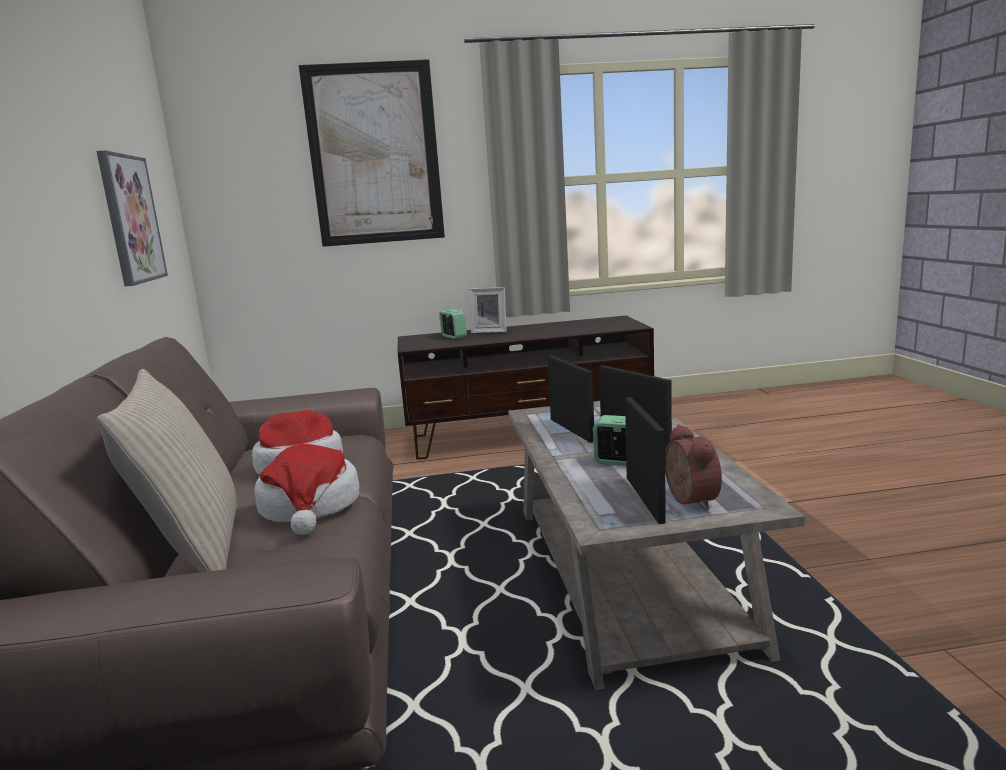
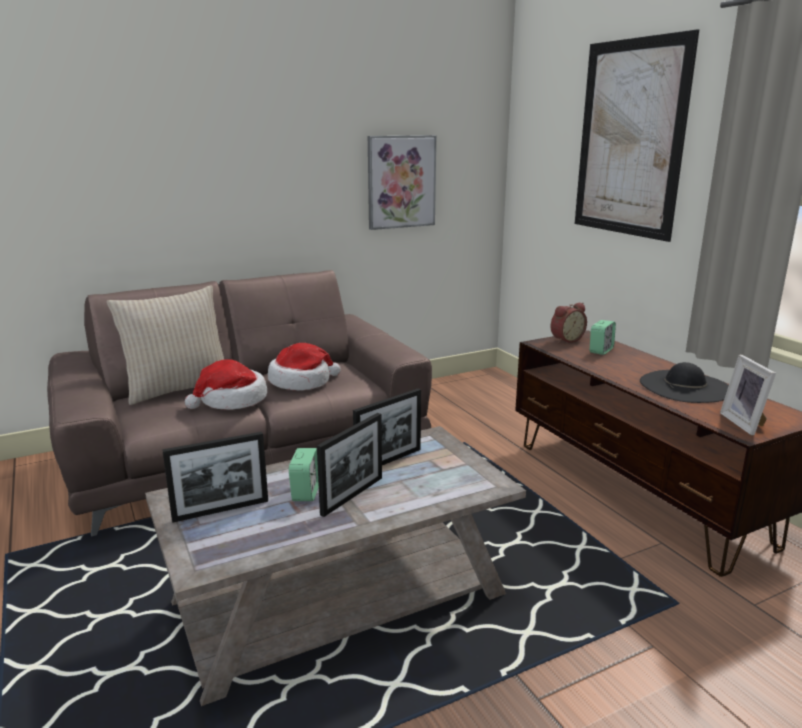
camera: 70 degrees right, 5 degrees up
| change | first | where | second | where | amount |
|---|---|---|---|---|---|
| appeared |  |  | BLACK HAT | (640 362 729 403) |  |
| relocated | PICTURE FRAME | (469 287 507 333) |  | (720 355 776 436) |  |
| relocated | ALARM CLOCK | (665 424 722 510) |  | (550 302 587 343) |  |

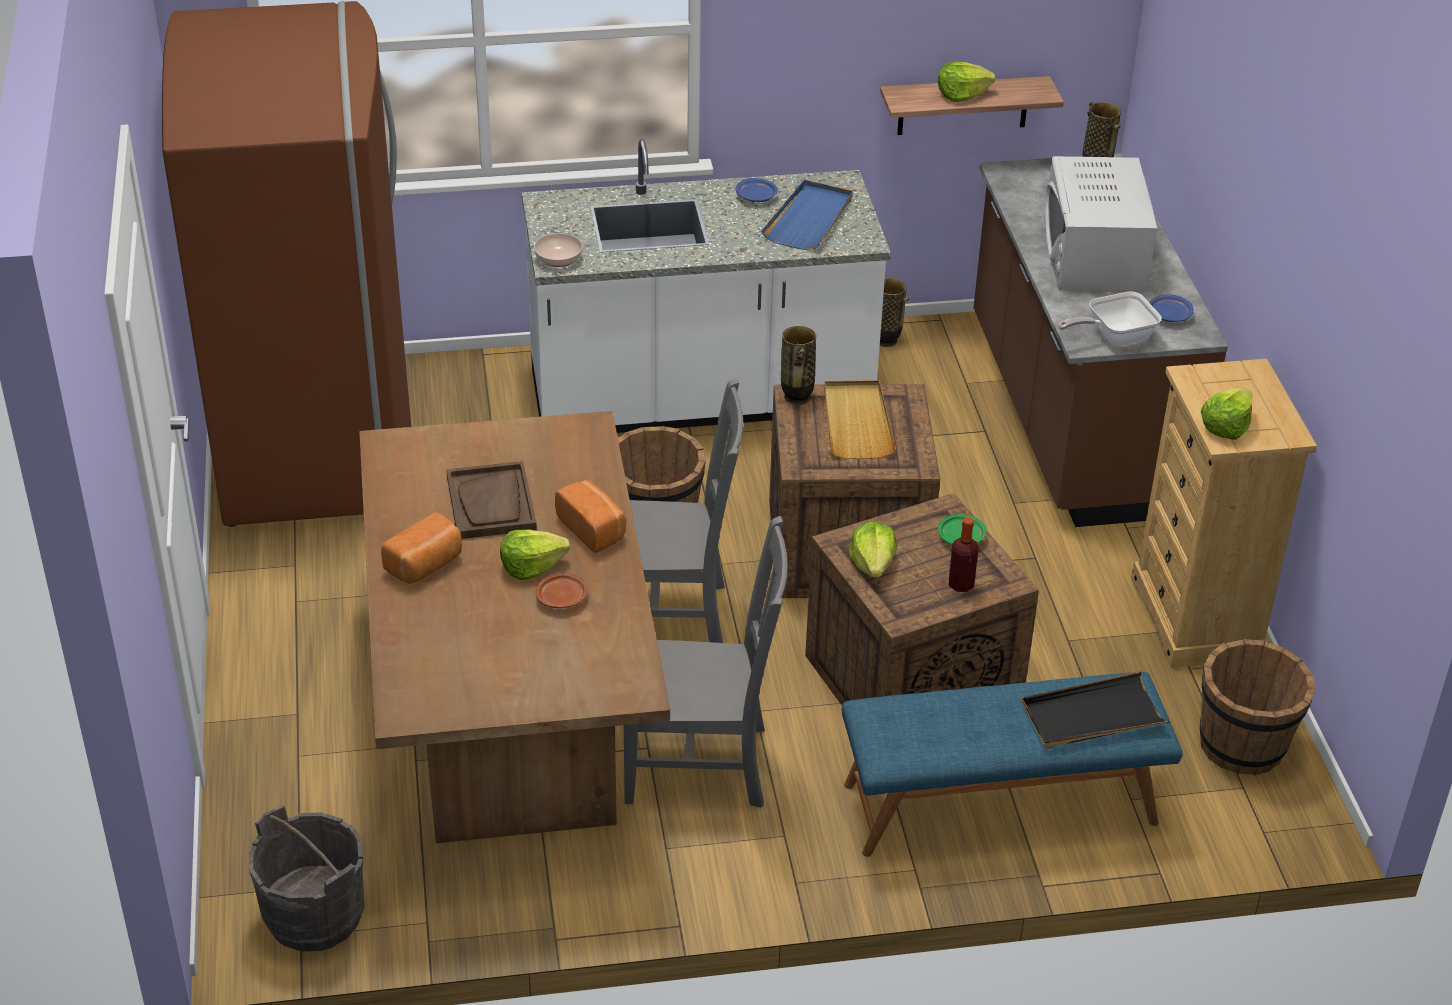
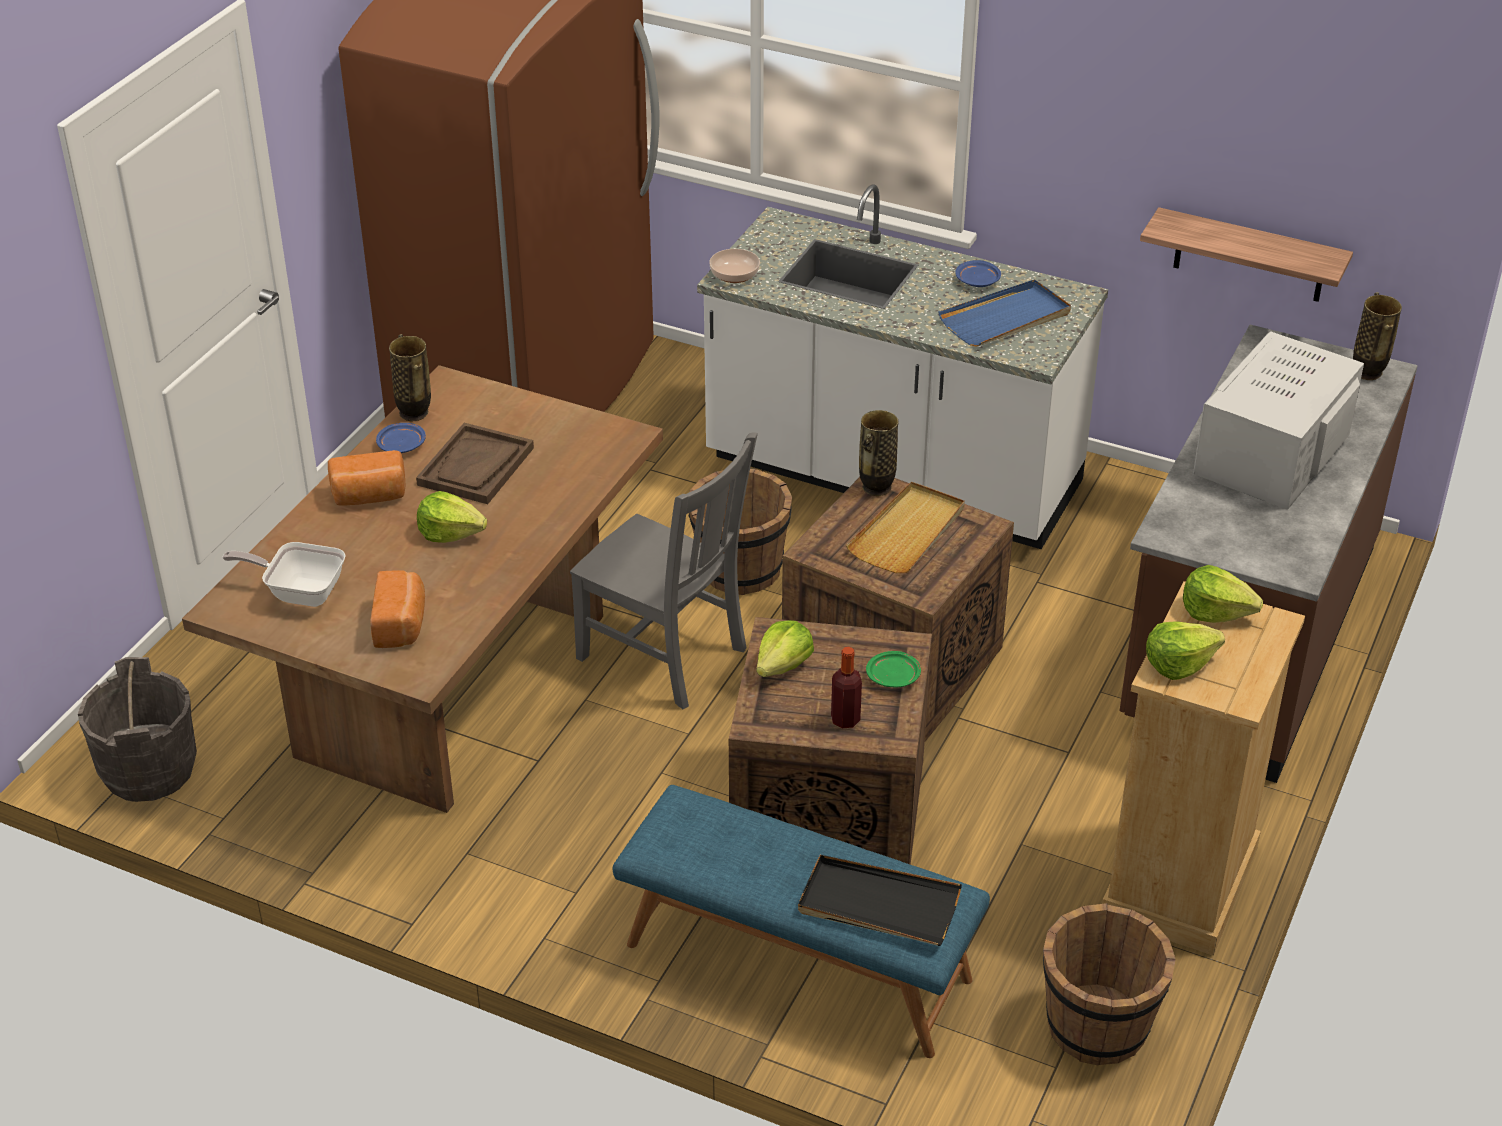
camera: 35 degrees right, 0 degrees up
| change | first | where | second | where | amount |
|---|---|---|---|---|---|
| missing | BROWN PLATE | (535 573 588 608) |  |  |  |
| missing | GREY CHAIR | (624 516 788 808) |  |  |  |
| relocated | BREAD | (555 480 626 553) |  | (370 570 425 648) |  |
| relocated | VASE | (880 278 909 347) |  | (389 334 431 421) |  |
| relocated | LETTUCE | (938 62 995 102) |  | (1183 565 1263 623) |  |
| relocated | FRYING PAN | (1058 291 1162 346) |  | (222 542 346 607) |  |
| relocated | BLUE PLATE | (1149 295 1194 322) |  | (376 423 426 453) |  |

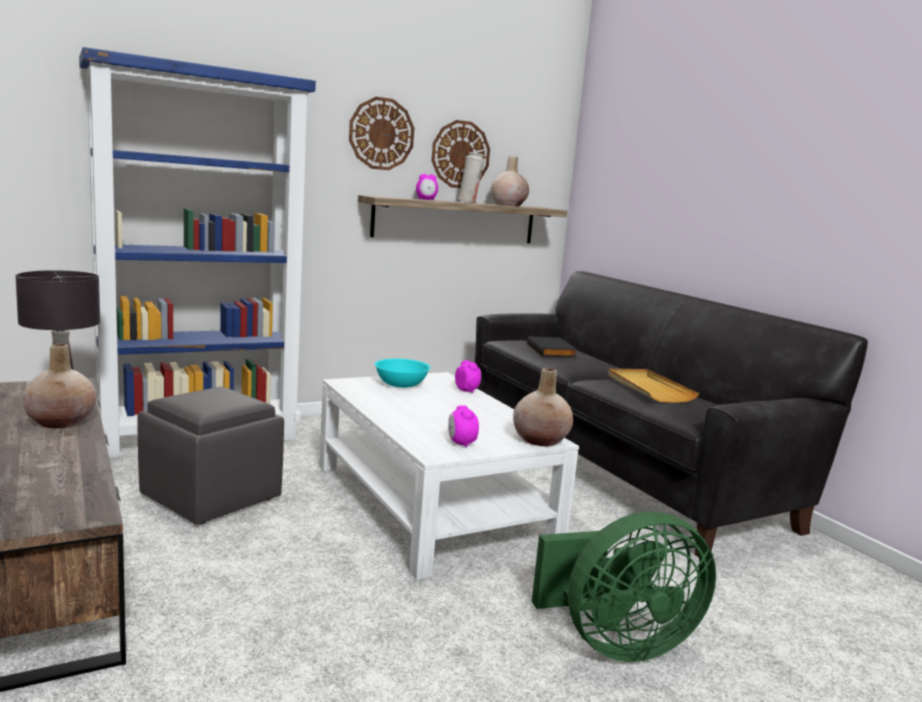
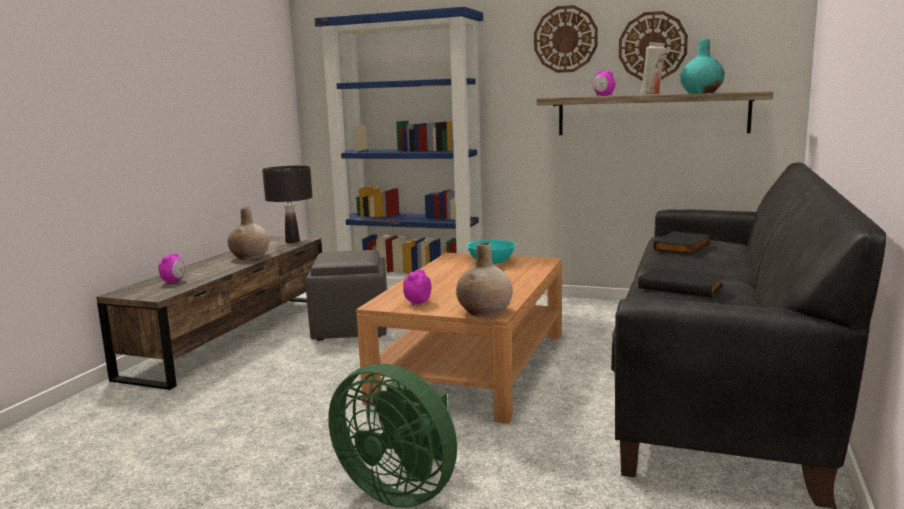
camera: 50 degrees right, 0 degrees up
| change | first | where | second | where | amount |
|---|---|---|---|---|---|
| relocated | ALARM CLOCK | (455 360 481 393) |  | (158 254 185 284) |  |
| exchanged | BEIGE TRAY | (608 369 699 403) | BLACK BOOK | (638 267 724 298) |  |
| colour | WHITE COFFEE TABLE | (320 372 579 580) | BROWN COFFEE TABLE | (356 253 562 424) |  |
| colour | BEIGE VASE | (490 156 529 207) | TURQUOISE VASE | (680 39 725 94) |  |

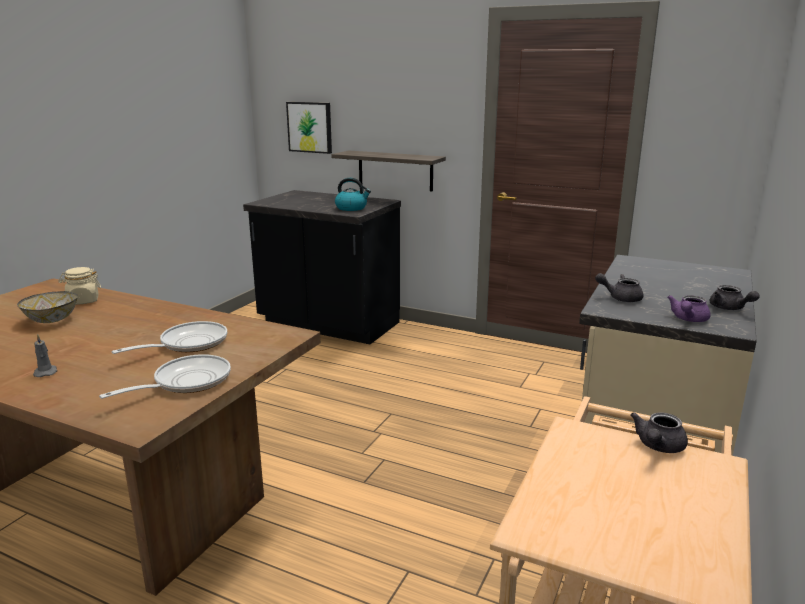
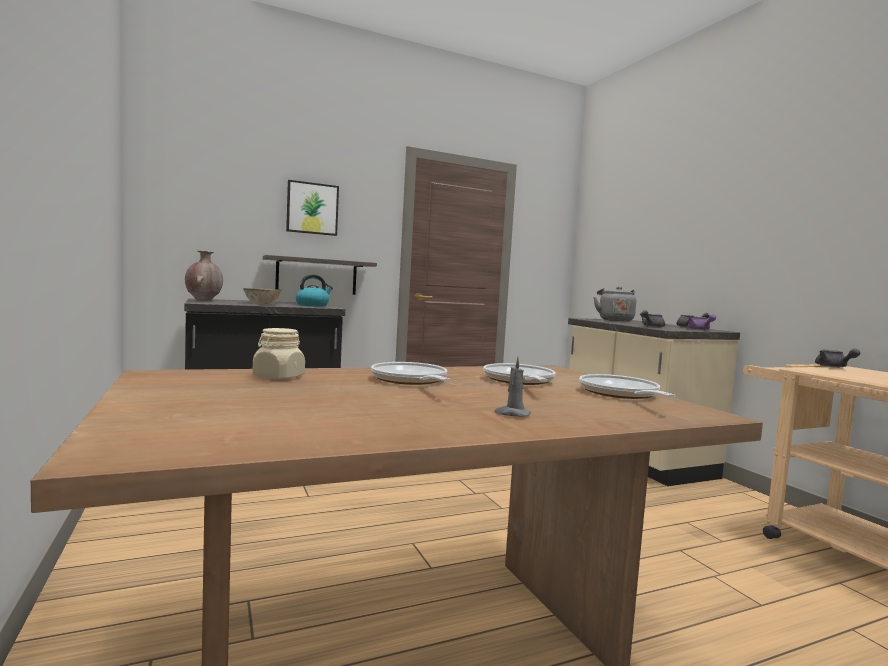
camera: 50 degrees left, 15 degrees down
| change | first | where | second | where | amount |
|---|---|---|---|---|---|
| appeared |  |  | BROWN VASE | (185 251 223 301) |  |
| appeared |  |  | FRYING PAN | (371 362 450 385) |  |
| appeared |  |  | GREY KETTLE | (593 287 636 321) |  |
| relocated | BOWL | (17 291 78 323) |  | (243 288 282 304) |  |
| relocated | PICTURE | (286 102 332 154) |  | (286 180 339 236) |  |

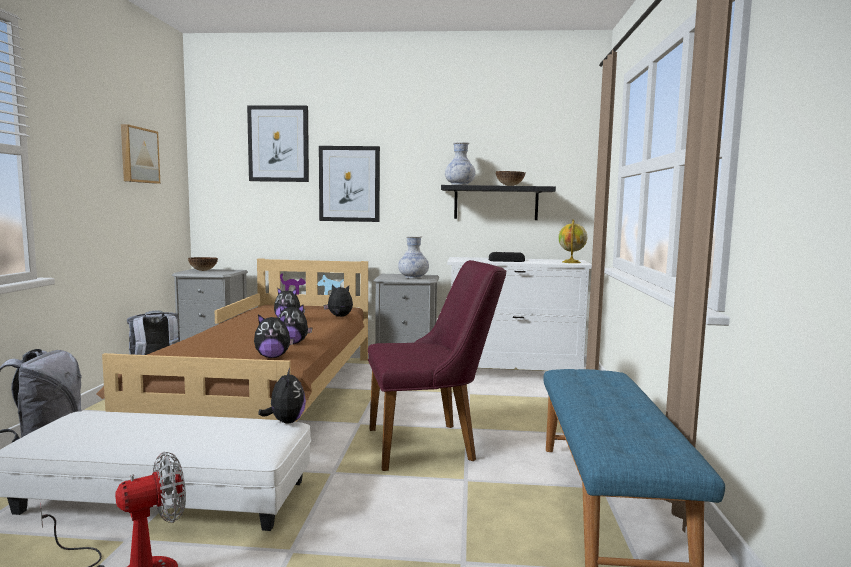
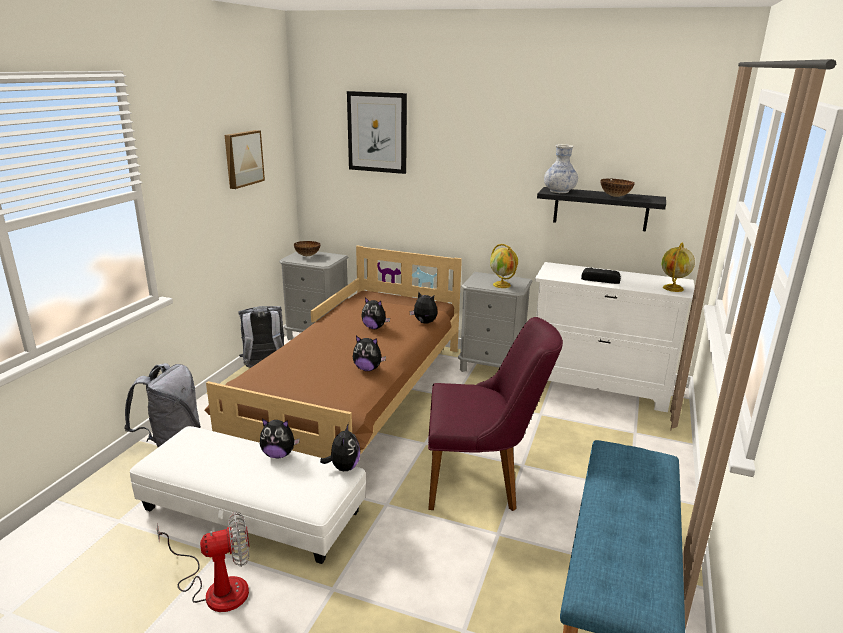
camera: 15 degrees right, 15 degrees up
| change | first | where | second | where | amount |
|---|---|---|---|---|---|
| missing | PICTURE | (319 146 380 222) |  |  |  |
| relocated | PLUSH TOY | (254 314 294 358) |  | (260 419 300 458) |  |
| exchanged | VASE | (398 236 429 279) | GLOBE | (490 244 518 288) |  |

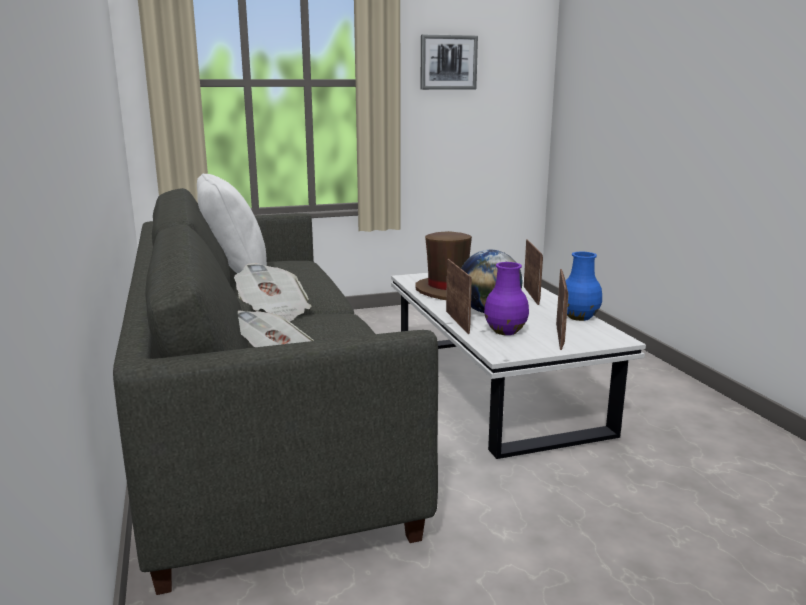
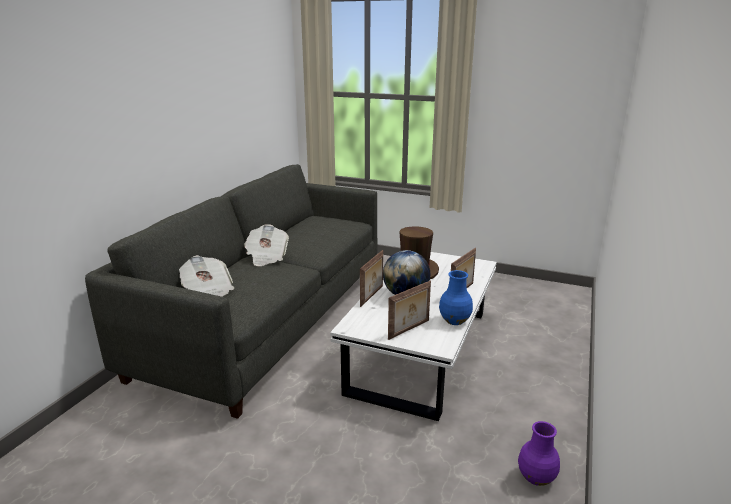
camera: 40 degrees right, 5 degrees up
| change | first | where | second | where | amount |
|---|---|---|---|---|---|
| missing | WHITE PILLOW | (197 174 267 273) |  |  |  |
| missing | PICTURE | (420 35 478 90) |  |  |  |
| relocated | PURPLE VASE | (484 262 529 335) |  | (518 421 560 486) |  |

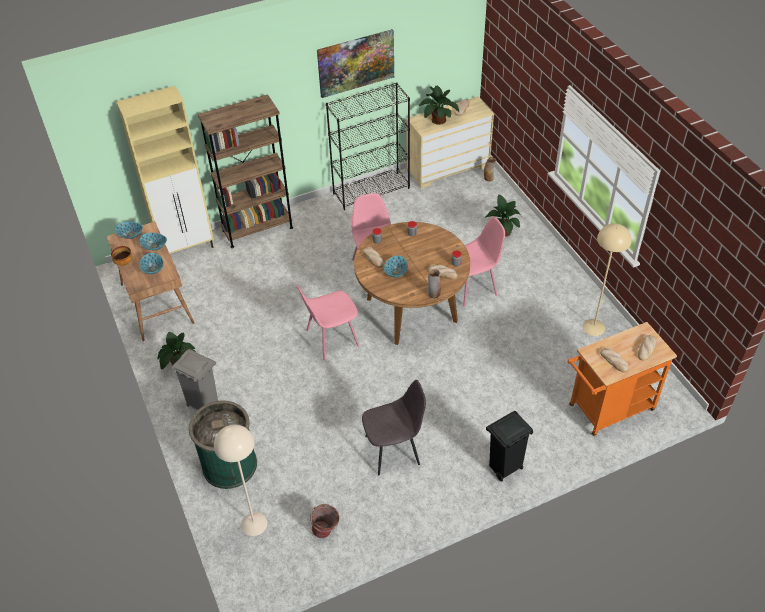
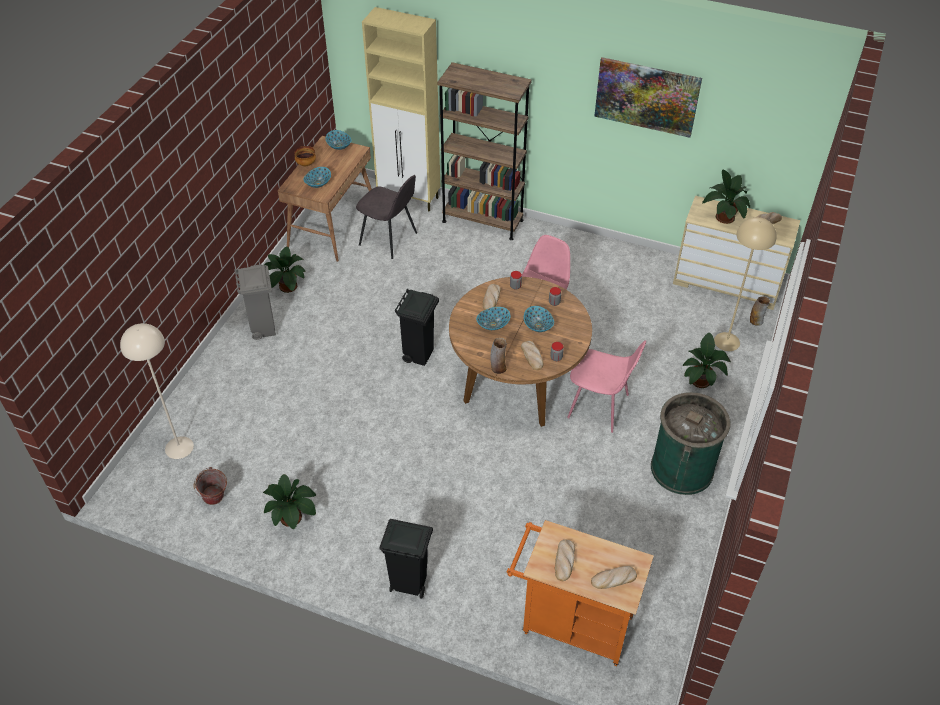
camera: 45 degrees right, 0 degrees up
| change | first | where | second | where | amount |
|---|---|---|---|---|---|
| missing | BLACK BOOKCASE | (326 83 410 210) |  |  |  |
| appeared |  |  | POTTED PLANT | (263 474 316 529) |  |
| relocated | BOWL | (139 233 167 250) |  | (524 306 554 332) |  |
| relocated | GREEN TRASH CAN | (189 400 257 489) |  | (651 392 731 495) |  |
| relocated | GREY CHAIR | (362 380 426 475) |  | (356 175 417 259) |  |
| relocated | BEIGE FLOOR LAMP | (583 223 632 336) |  | (714 217 777 351) |  |
| exchanged | PINK CHAIR | (296 285 359 360) | BLACK TRASH CAN | (395 289 439 366) |  |

